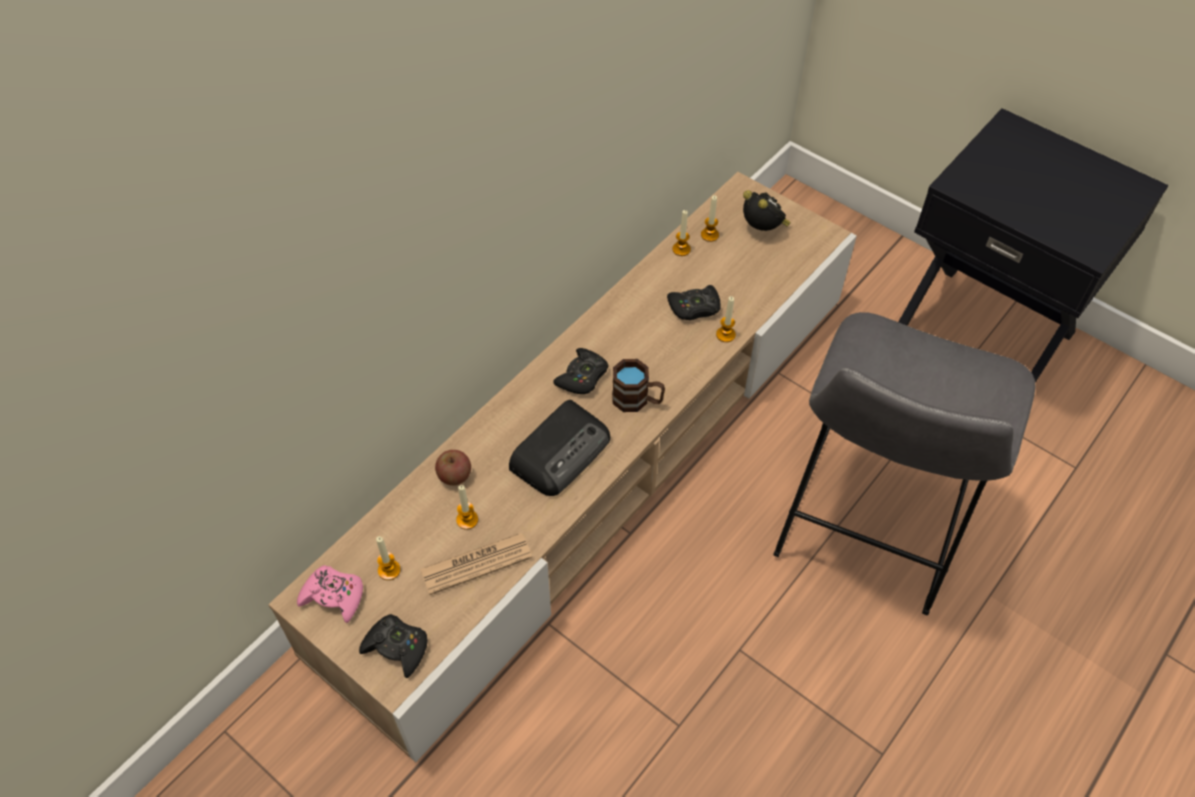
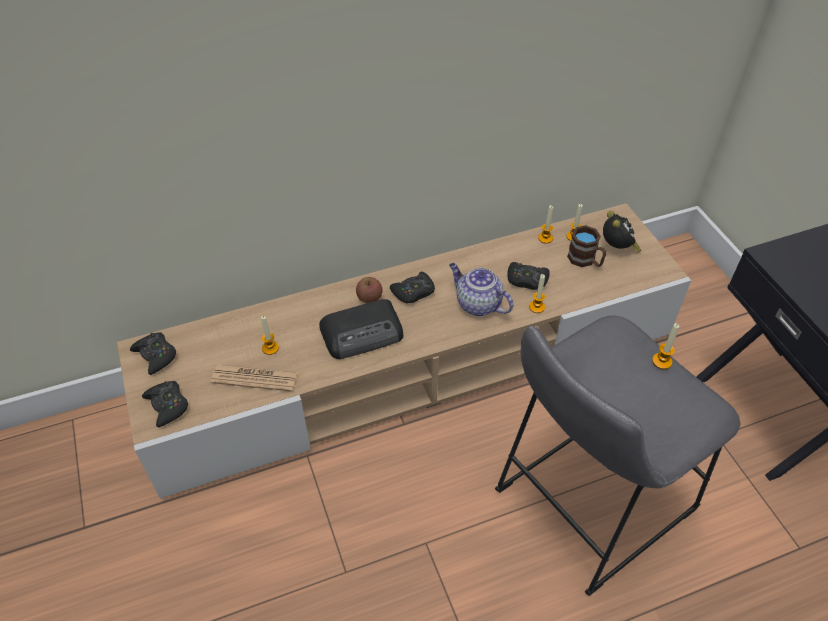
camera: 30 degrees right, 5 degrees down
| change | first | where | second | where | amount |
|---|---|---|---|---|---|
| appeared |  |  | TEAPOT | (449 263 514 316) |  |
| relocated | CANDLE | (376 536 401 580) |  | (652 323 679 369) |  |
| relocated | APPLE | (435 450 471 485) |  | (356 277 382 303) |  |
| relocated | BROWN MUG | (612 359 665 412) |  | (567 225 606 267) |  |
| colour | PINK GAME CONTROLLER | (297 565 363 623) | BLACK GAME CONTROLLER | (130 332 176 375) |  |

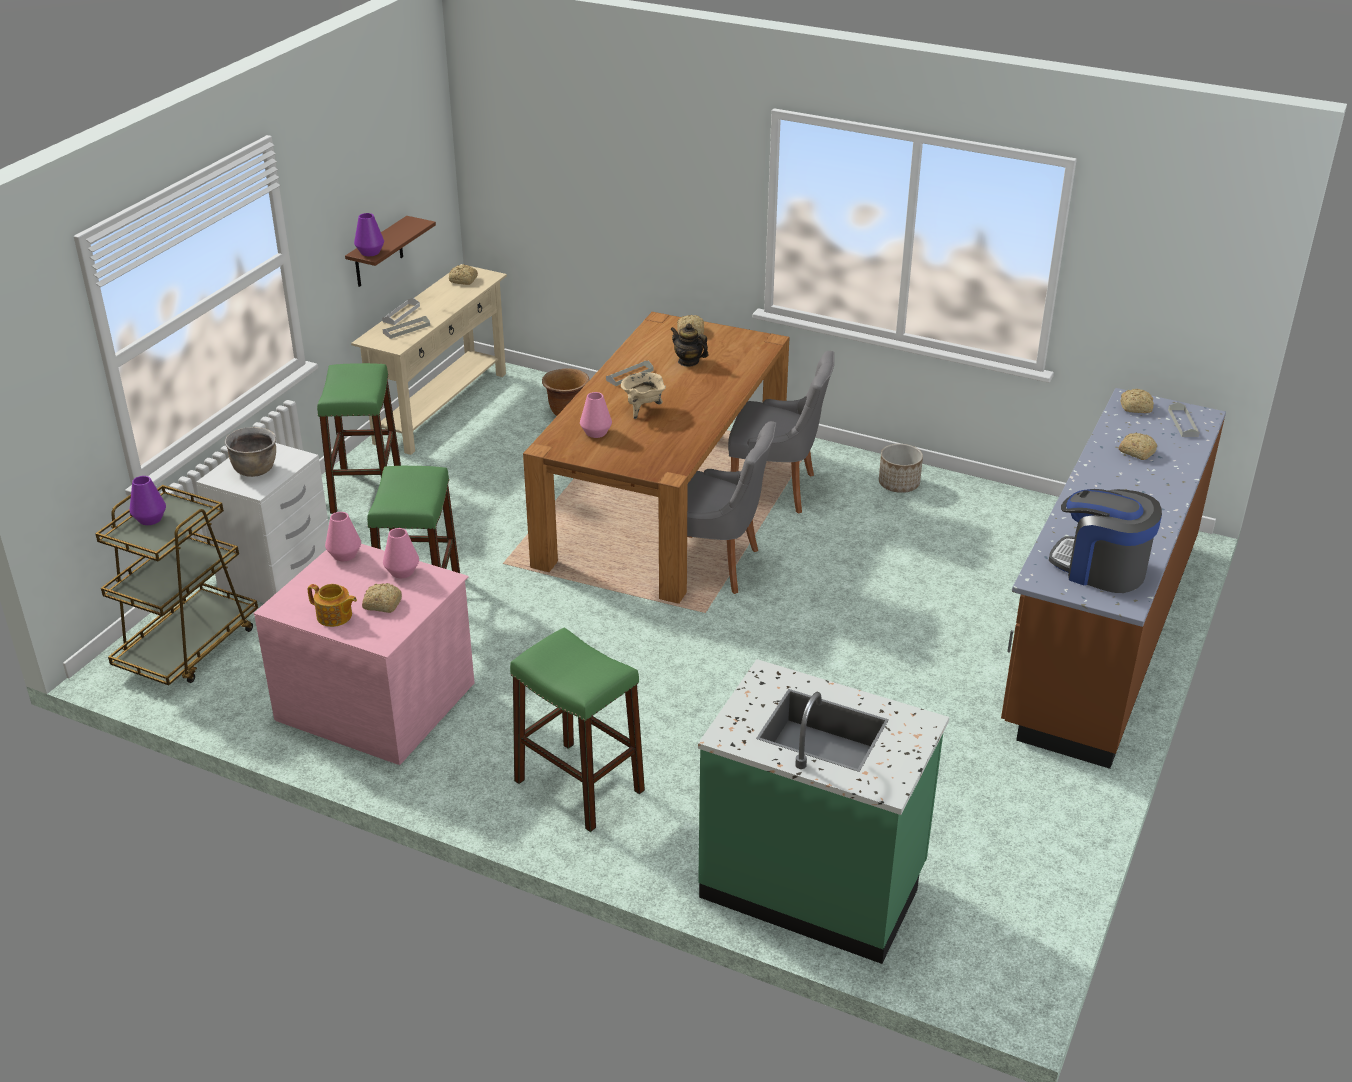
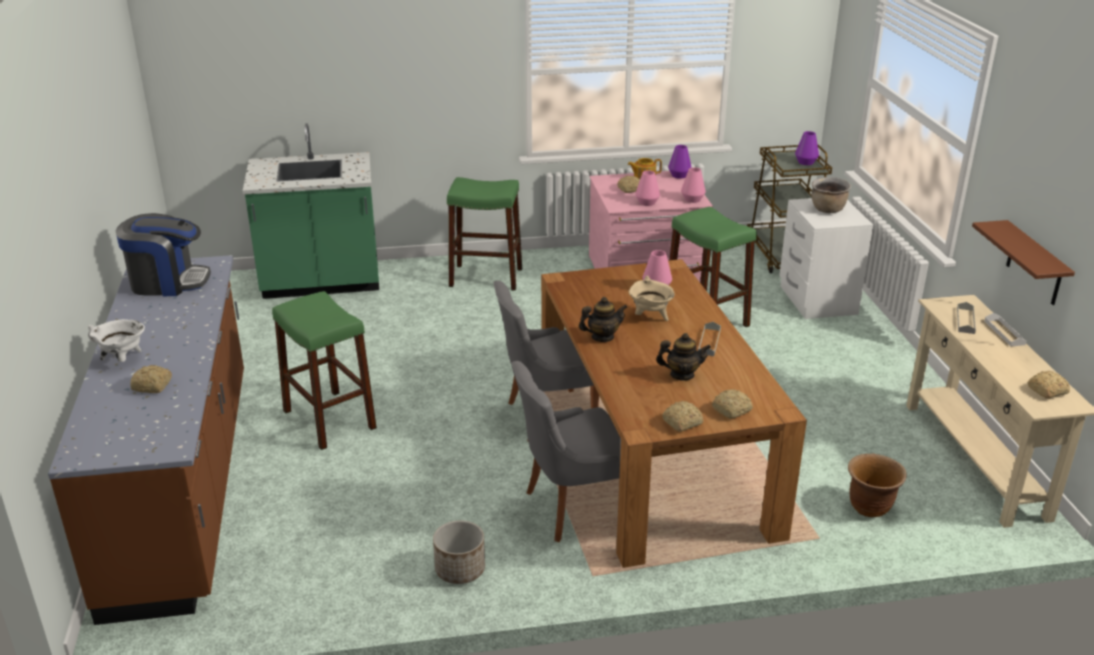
camera: 145 degrees right, 5 degrees down
| change | first | where | second | where | amount |
|---|---|---|---|---|---|
| missing | GREY TRAY | (1168 402 1200 437) |  |  |  |
| appeared |  |  | WHITE COOKING POT | (88 319 145 362) |  |
| appeared |  |  | TEAPOT | (579 297 627 342) |  |
| relocated | GREEN STOOL | (317 363 401 514) |  | (272 291 377 450) |  |
| relocated | PURPLE VASE | (354 213 384 256) |  | (668 145 692 179) |  |
| relocated | BREAD | (1121 389 1154 413) |  | (662 401 704 432) |  |

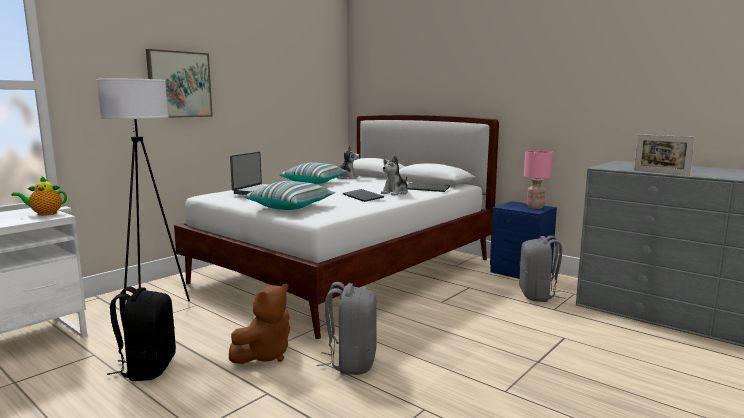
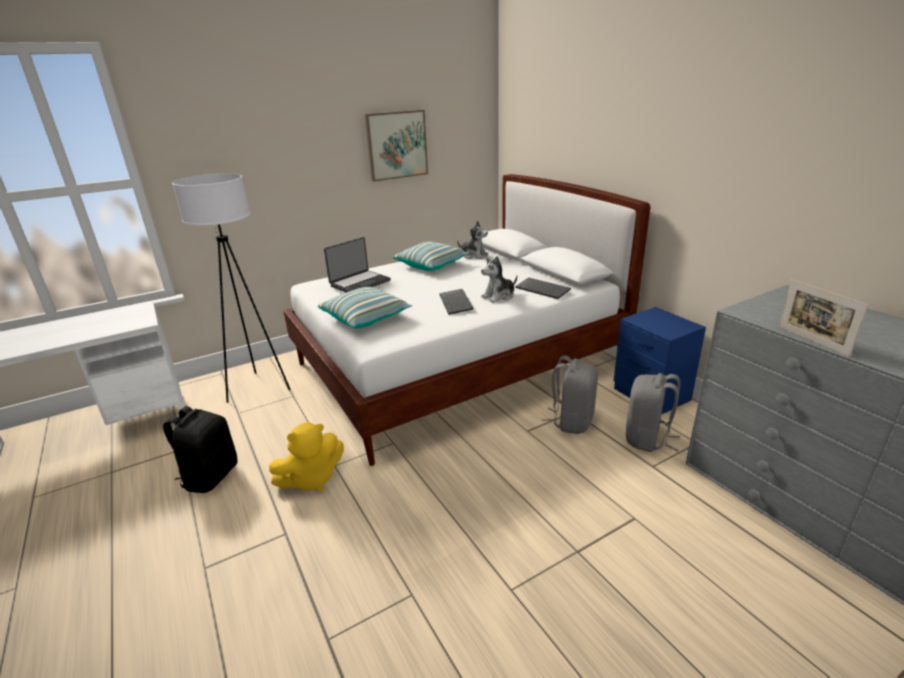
camera: 20 degrees right, 15 degrees up
| change | first | where | second | where | amount |
|---|---|---|---|---|---|
| missing | TEAPOT | (12 176 67 216) |  |  |  |
| missing | PINK TABLE LAMP | (524 150 553 209) |  |  |  |
| relocated | PICTURE | (146 49 213 118) |  | (365 110 428 182) |  |
| relocated | GREY BACKPACK | (317 282 377 375) |  | (542 355 598 434) |  |
| colour | BROWN PLUSH TOY | (229 284 290 364) | YELLOW PLUSH TOY | (269 422 344 492) |  |

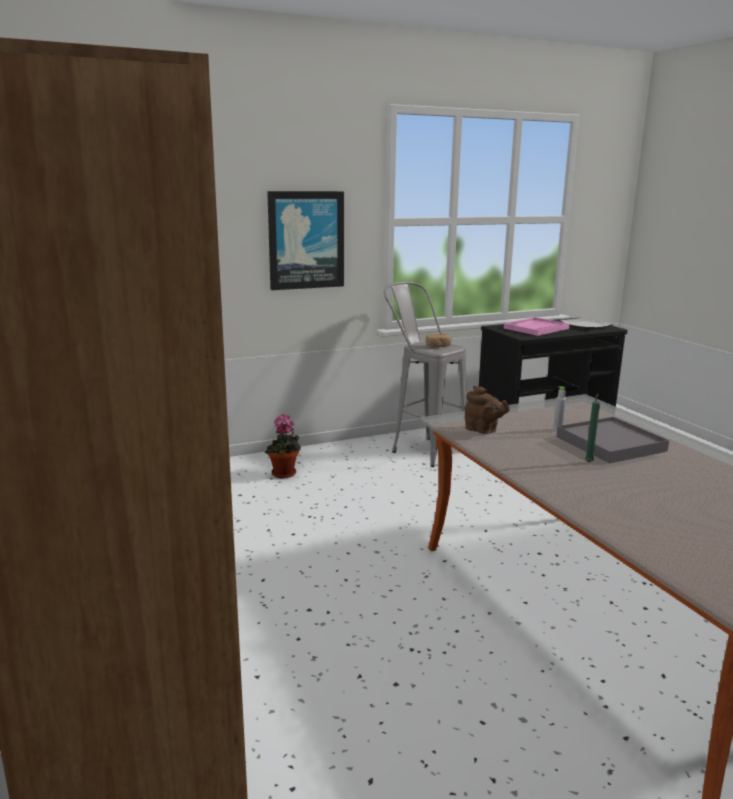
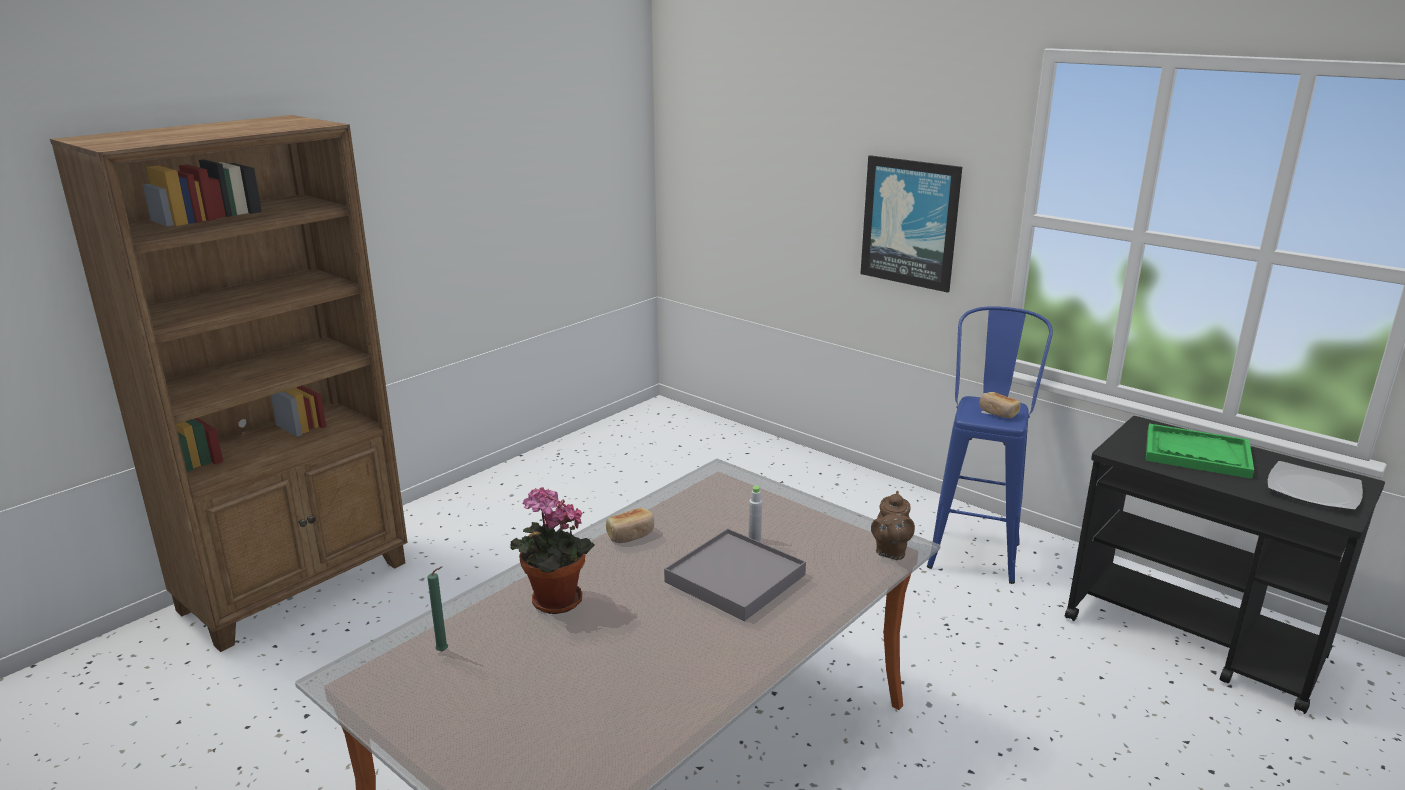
camera: 65 degrees right, 5 degrees up
| change | first | where | second | where | amount |
|---|---|---|---|---|---|
| appeared |  |  | BREAD | (606 508 654 543) |  |
| relocated | POTTED PLANT | (265 414 301 479) |  | (511 487 595 614) |  |
| relocated | BROWN TEAPOT | (465 386 510 434) |  | (871 491 915 560) |  |
| relocated | GREEN CANDLE | (585 394 600 462) |  | (427 567 448 652) |  |
| colour | GREY STOOL | (384 282 467 467) | BLUE STOOL | (927 306 1053 584) |  |
| colour | PINK TRAY | (504 317 569 336) | GREEN TRAY | (1146 424 1254 479) |  |

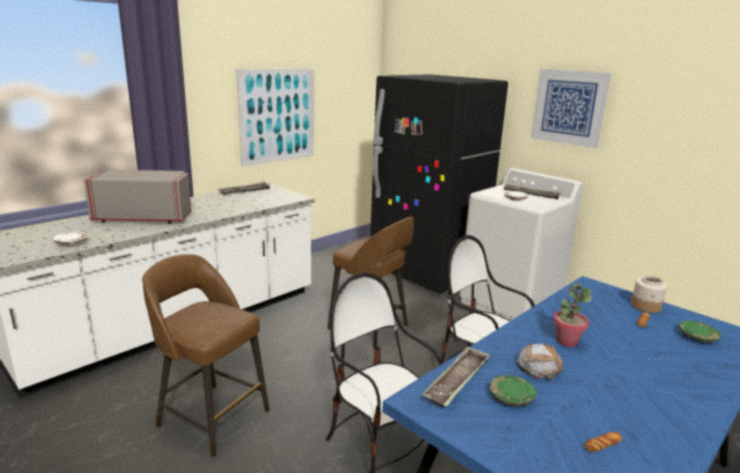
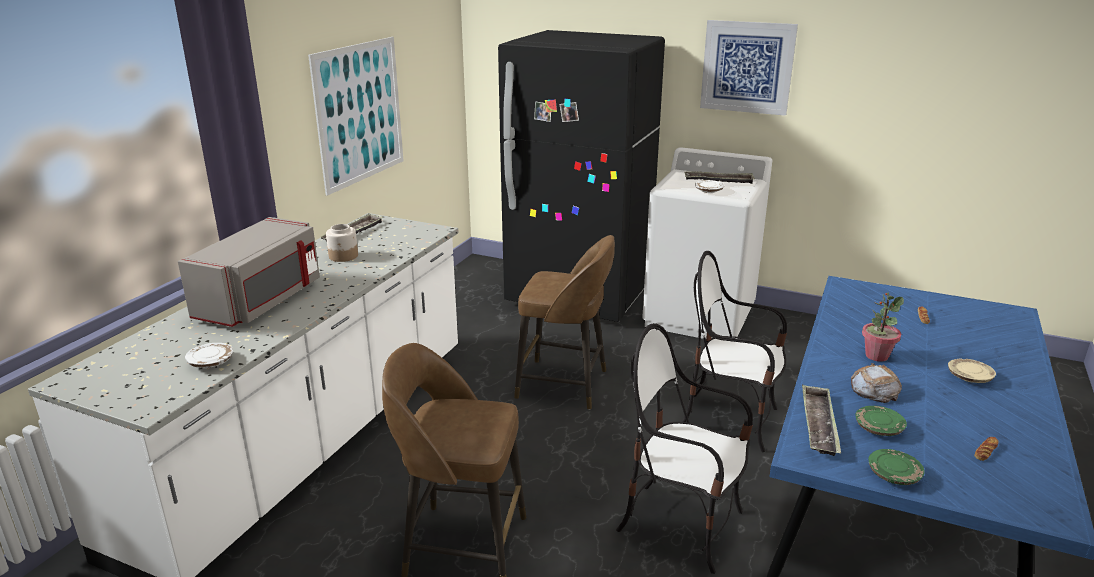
camera: 20 degrees left, 5 degrees up
| change | first | where | second | where | amount |
|---|---|---|---|---|---|
| appeared |  |  | BEIGE PLATE | (948 358 996 383) |  |
| relocated | JAR | (631 275 667 313) |  | (326 224 358 262) |  |
| relocated | GREEN PLATE | (679 320 721 342) |  | (868 449 925 485) |  |
| spun | GREY MICROWAVE | (84 170 191 223) |  | (178 217 320 327) | 135 degrees clockwise |

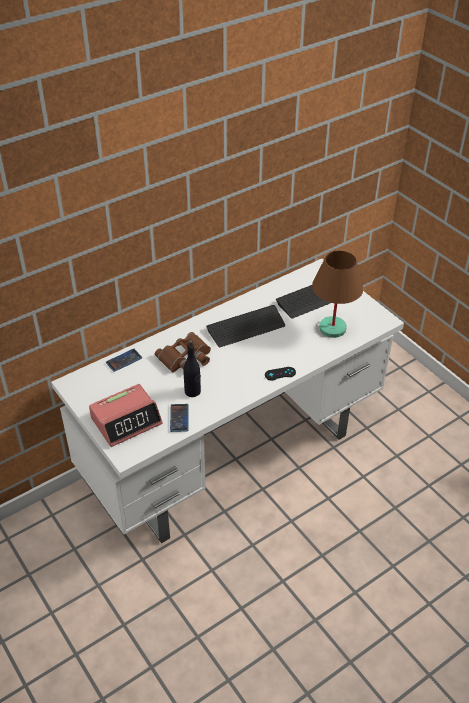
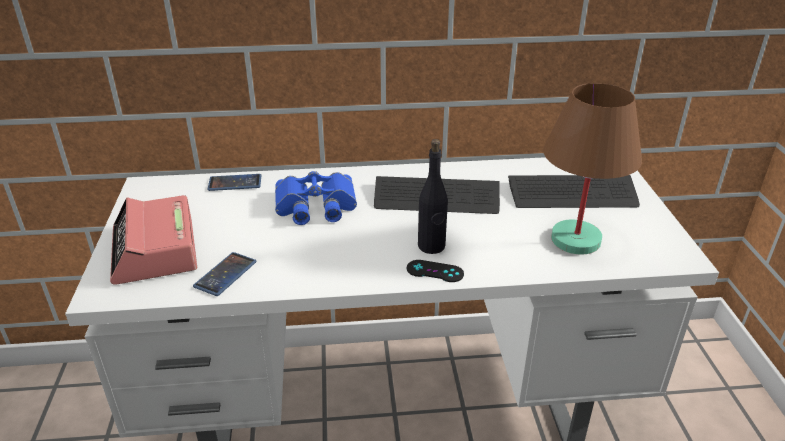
camera: 30 degrees right, 10 degrees down
| change | first | where | second | where | amount |
|---|---|---|---|---|---|
| relocated | BLACK BOTTLE | (183 340 201 397) |  | (418 139 448 254) |  |
| colour | BROWN BINOCULARS | (155 332 211 372) | BLUE BINOCULARS | (275 171 357 225) |  |
| spun | ALARM CLOCK | (89 384 163 447) |  | (110 195 197 285) | 75 degrees clockwise |

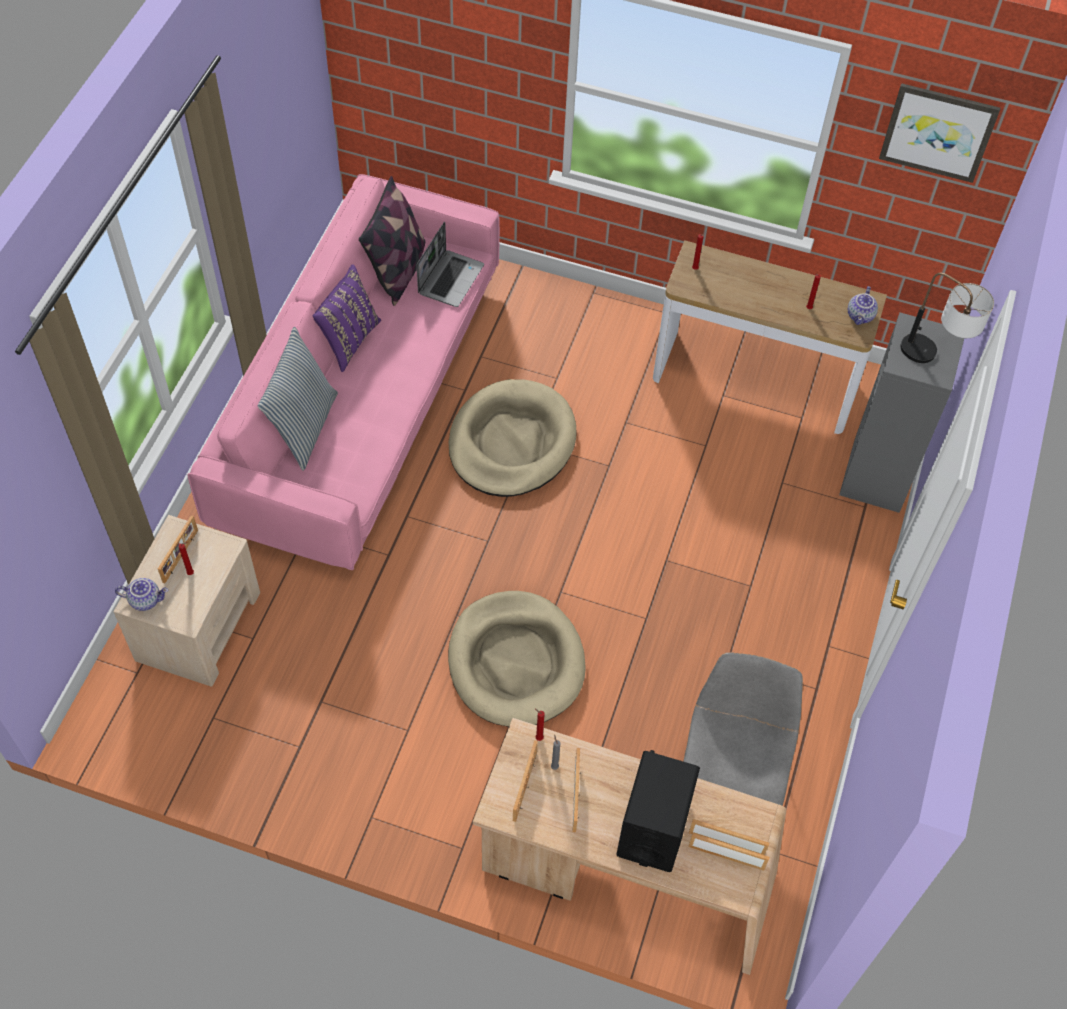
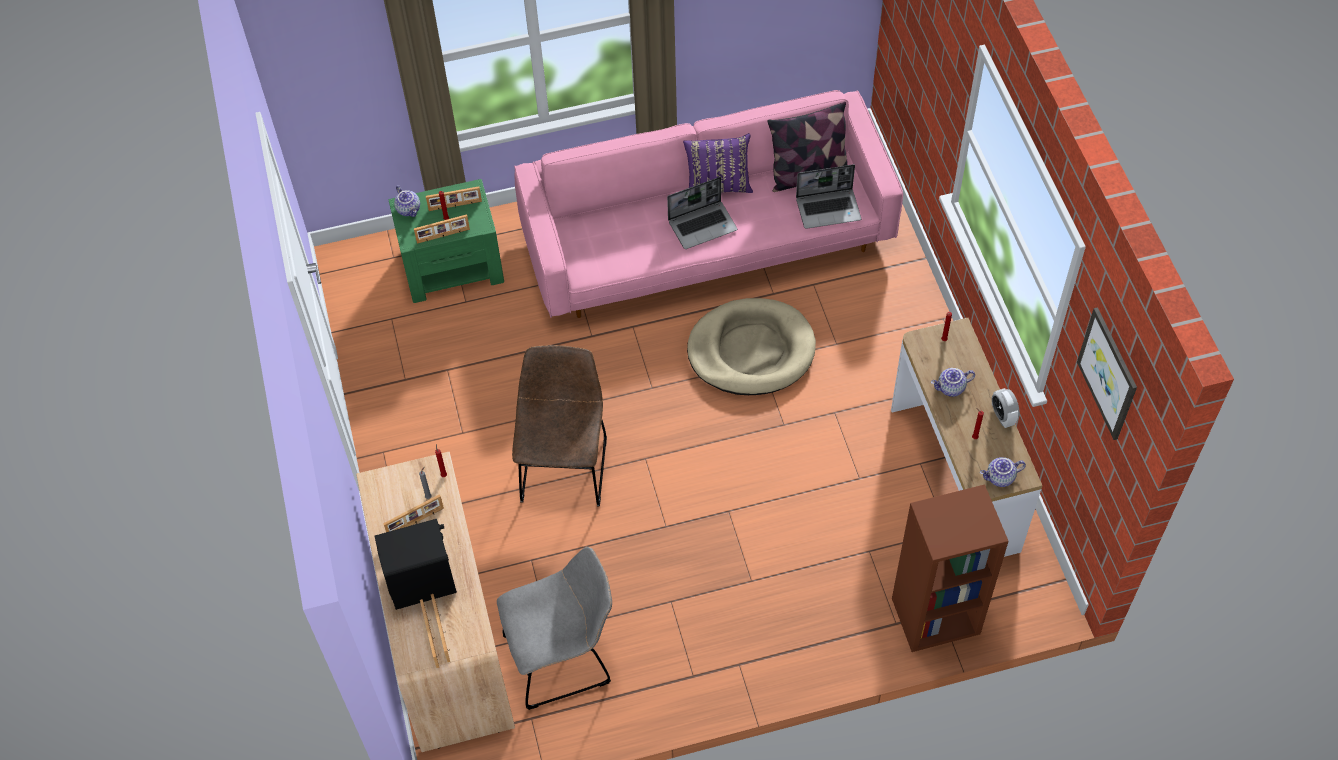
camera: 60 degrees right, 0 degrees up
| change | first | where | second | where | amount |
|---|---|---|---|---|---|
| missing | PILLOW | (258 327 338 471) |  |  |  |
| missing | TABLE LAMP | (901 273 994 363) |  |  |  |
| appeared |  |  | LAPTOP | (667 177 737 249) |  |
| appeared |  |  | TEAPOT | (931 368 975 397) |  |
| appeared |  |  | ALARM CLOCK | (992 388 1019 428) |  |
| relocated | PICTURE FRAME | (513 740 538 822) |  | (414 214 470 244) |  |
| exchanged | BEIGE DOG BED | (448 591 586 727) | BROWN CHAIR | (512 345 607 506) |  |
| colour | BEIGE NIGHTSTAND | (113 515 260 686) | GREEN NIGHTSTAND | (388 179 504 303) |  |
| colour | GREY BOOKCASE | (839 313 964 513) | BROWN BOOKCASE | (892 484 1009 652) |  |

